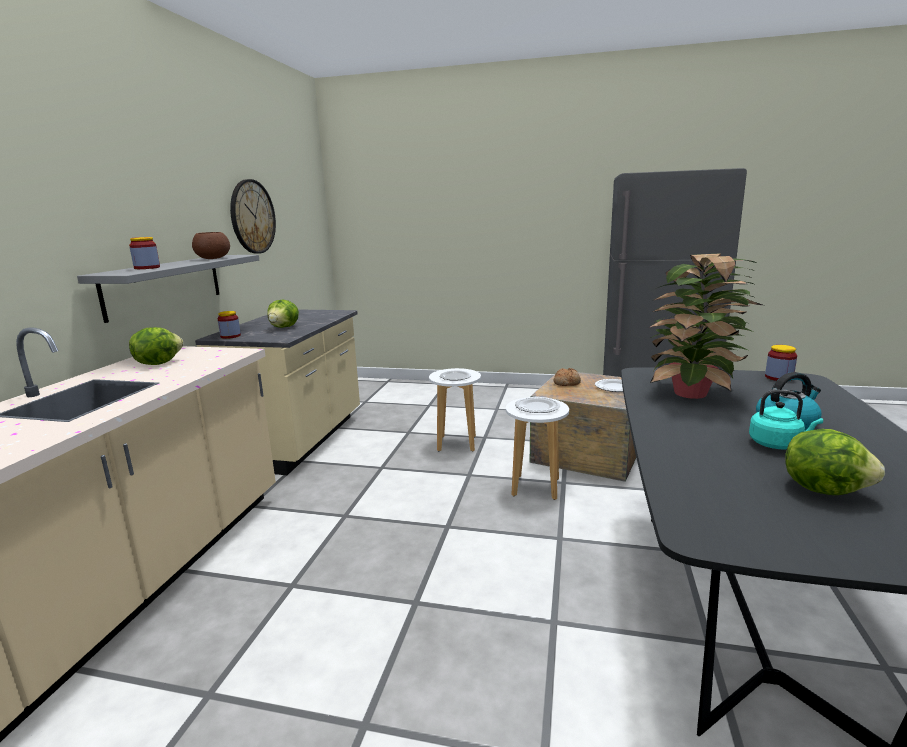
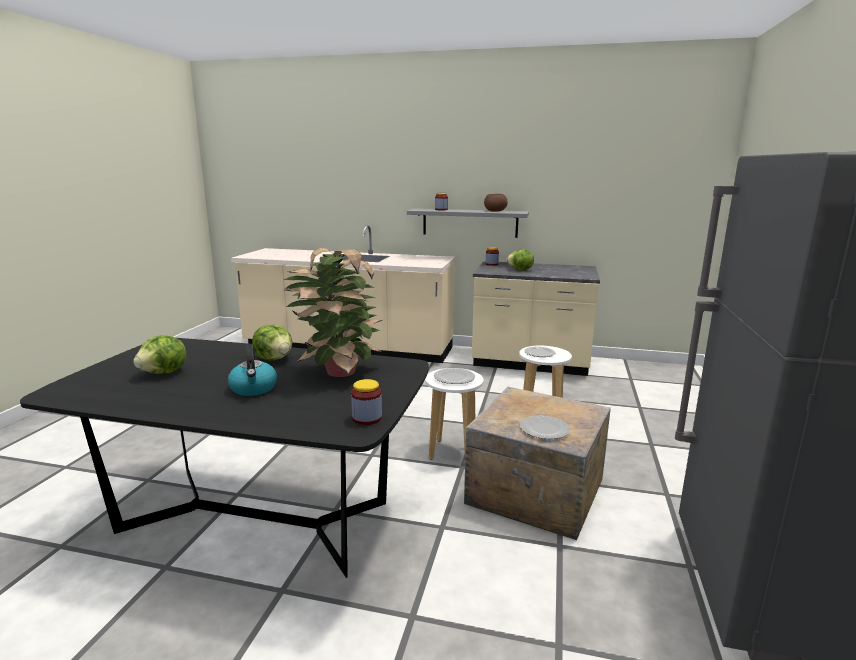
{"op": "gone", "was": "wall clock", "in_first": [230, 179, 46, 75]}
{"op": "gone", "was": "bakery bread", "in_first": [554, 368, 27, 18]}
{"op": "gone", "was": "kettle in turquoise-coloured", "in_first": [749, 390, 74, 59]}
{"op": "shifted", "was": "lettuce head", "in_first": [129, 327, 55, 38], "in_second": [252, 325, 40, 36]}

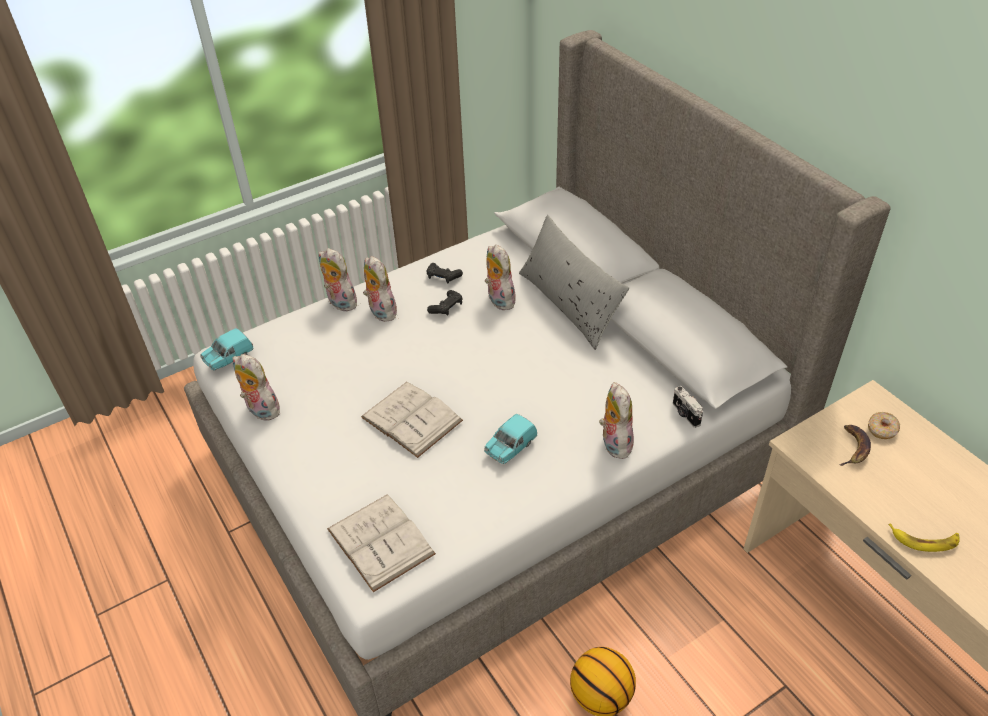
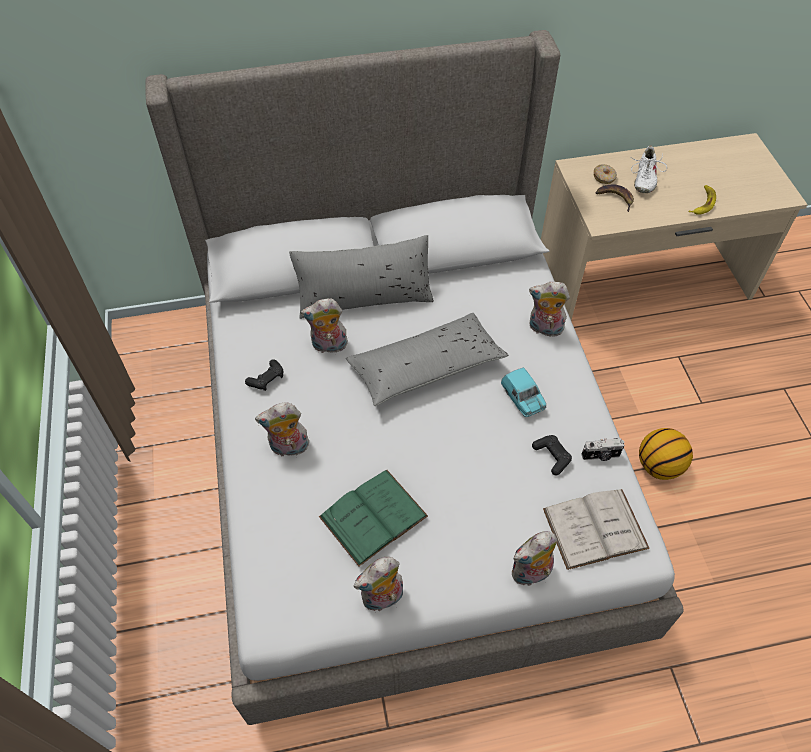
{"op": "gone", "was": "model car in turquoise-coloured", "in_first": [200, 328, 54, 42]}
{"op": "gone", "was": "book in white", "in_first": [361, 382, 102, 76]}
{"op": "new", "now": "book in greenish", "in_second": [319, 470, 109, 97]}
{"op": "new", "now": "pillow in greyish", "in_second": [346, 313, 163, 93]}
{"op": "new", "now": "shoe in white", "in_second": [630, 146, 37, 47]}
{"op": "shifted", "was": "plush toy", "in_first": [318, 248, 41, 63], "in_second": [512, 531, 45, 56]}
{"op": "shifted", "was": "joypad in black", "in_first": [427, 290, 35, 25], "in_second": [532, 435, 40, 41]}
{"op": "shifted", "was": "photo camera", "in_first": [673, 386, 30, 42], "in_second": [582, 438, 43, 23]}

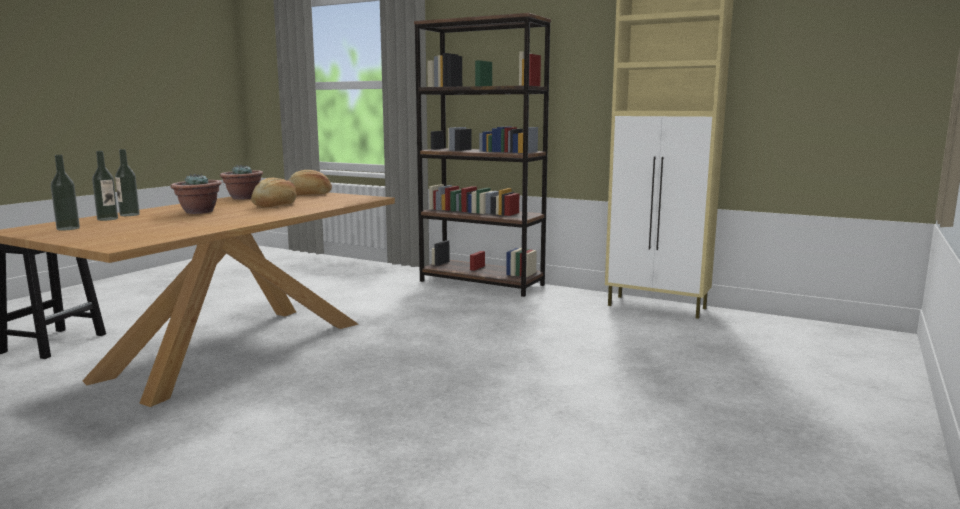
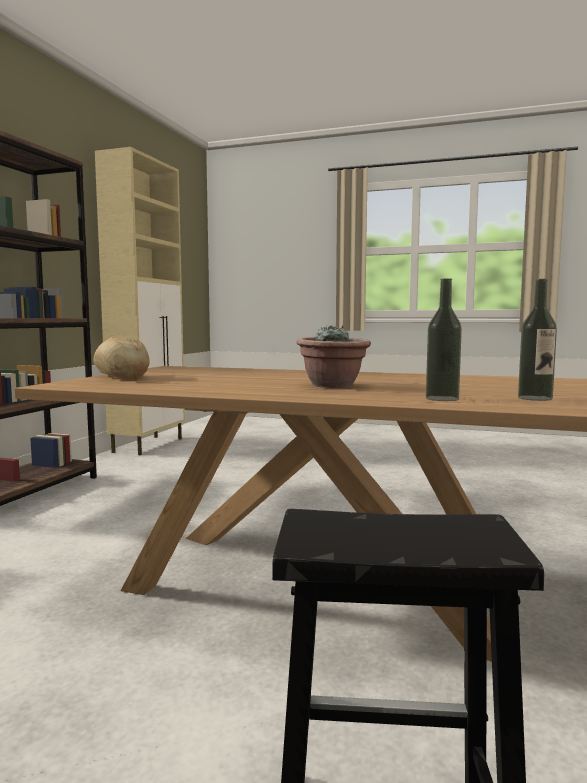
{"op": "gone", "was": "bottle", "in_first": [115, 149, 25, 67]}
{"op": "gone", "was": "plant in a pot", "in_first": [220, 165, 43, 35]}
{"op": "gone", "was": "bakery bread", "in_first": [251, 178, 46, 29]}

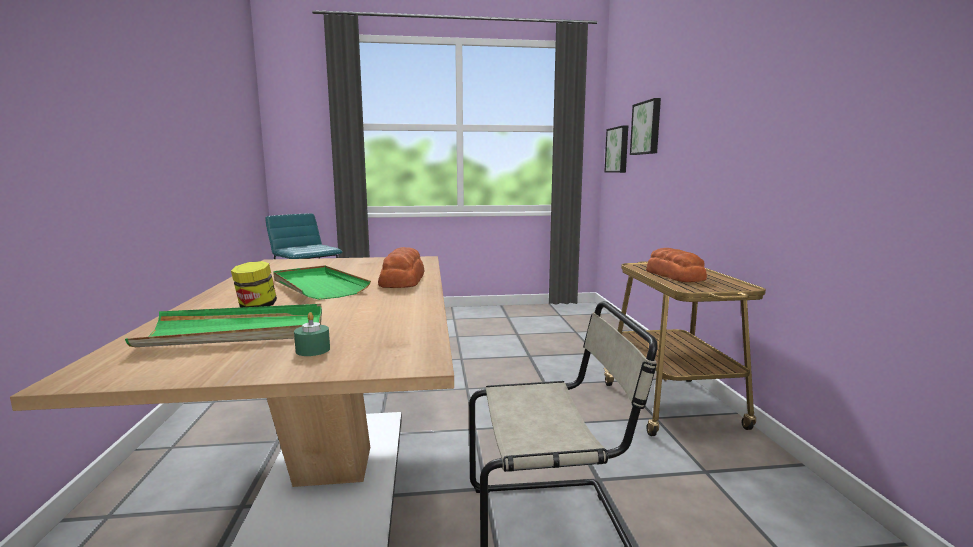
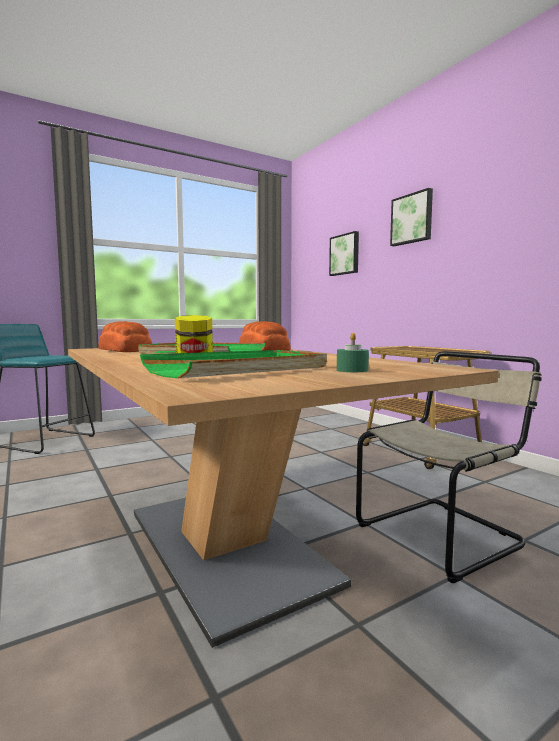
{"op": "shifted", "was": "wall picture", "in_first": [604, 125, 24, 48], "in_second": [390, 188, 43, 58]}
{"op": "shifted", "was": "bakery bread", "in_first": [646, 248, 61, 34], "in_second": [98, 321, 54, 31]}

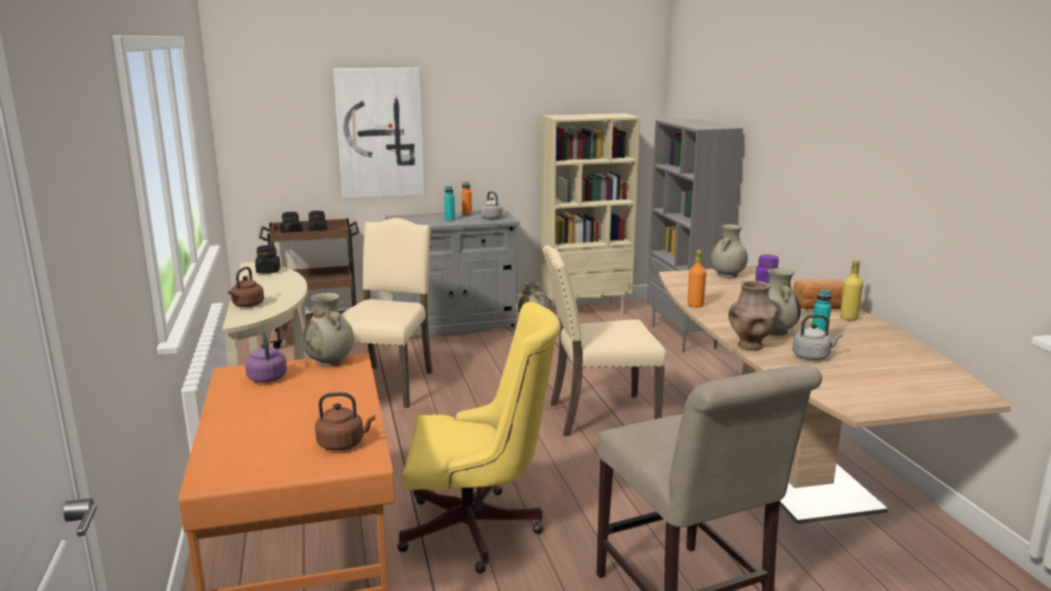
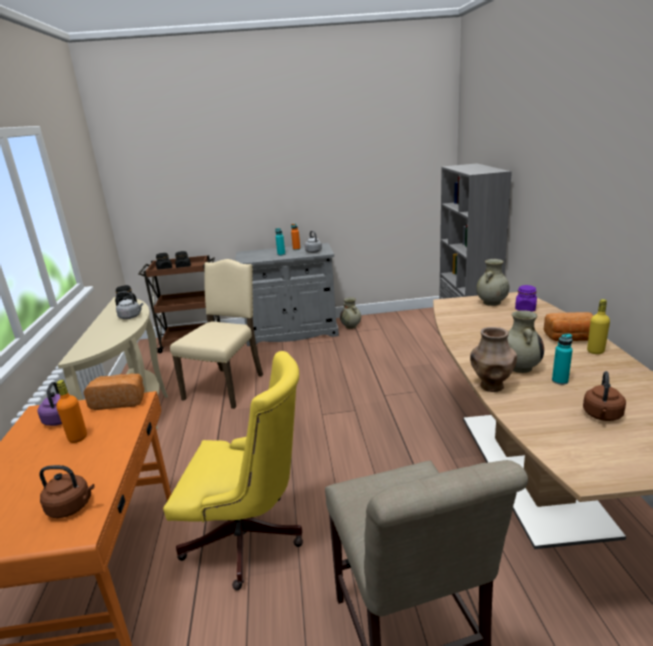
{"op": "gone", "was": "wall picture", "in_first": [333, 67, 92, 132]}
{"op": "gone", "was": "shelving unit in sand-coloured", "in_first": [541, 113, 99, 206]}
{"op": "gone", "was": "chair in sand-coloured", "in_first": [542, 245, 125, 191]}
{"op": "shifted", "was": "kettle in brown", "in_first": [228, 267, 36, 40], "in_second": [583, 371, 43, 50]}
{"op": "shifted", "was": "bottle in orange", "in_first": [688, 250, 18, 58], "in_second": [56, 380, 31, 63]}
{"op": "shifted", "was": "kettle in greyish", "in_first": [792, 315, 51, 45], "in_second": [116, 292, 27, 27]}
{"op": "swapped", "was": "flower vase in sand-coloured", "now": "bakery bread", "in_first": [302, 292, 52, 75], "in_second": [83, 374, 61, 36]}

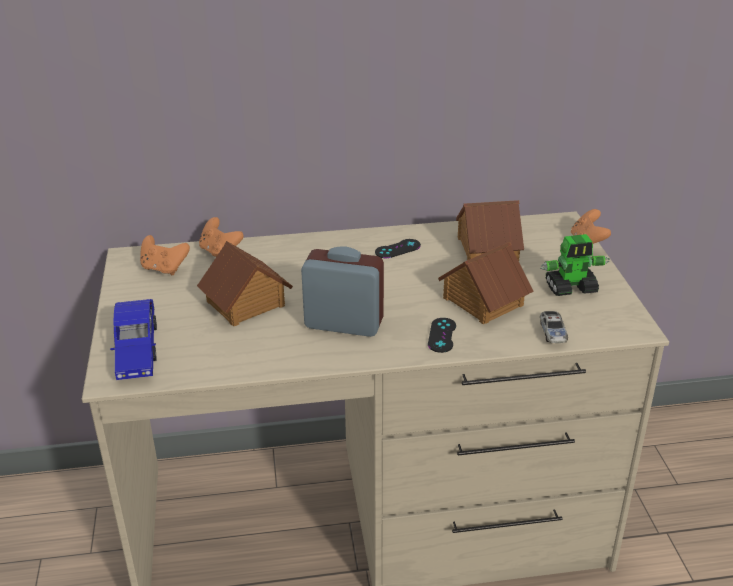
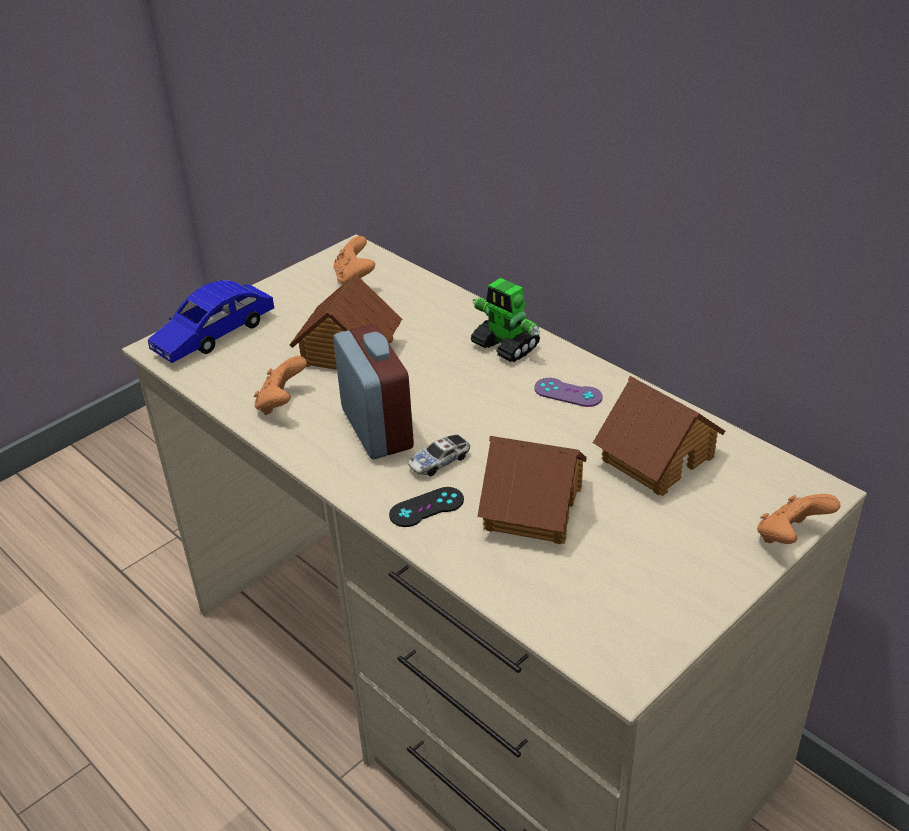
{"op": "shifted", "was": "joypad in orange", "in_first": [199, 217, 45, 40], "in_second": [254, 356, 53, 59]}
{"op": "shifted", "was": "toy robot", "in_first": [540, 234, 70, 62], "in_second": [471, 278, 69, 84]}
{"op": "shifted", "was": "model car", "in_first": [540, 311, 28, 32], "in_second": [408, 434, 62, 42]}
{"op": "repainted", "was": "joypad in black", "now": "joypad in purple-coloured", "in_first": [375, 239, 46, 19], "in_second": [534, 378, 69, 29]}

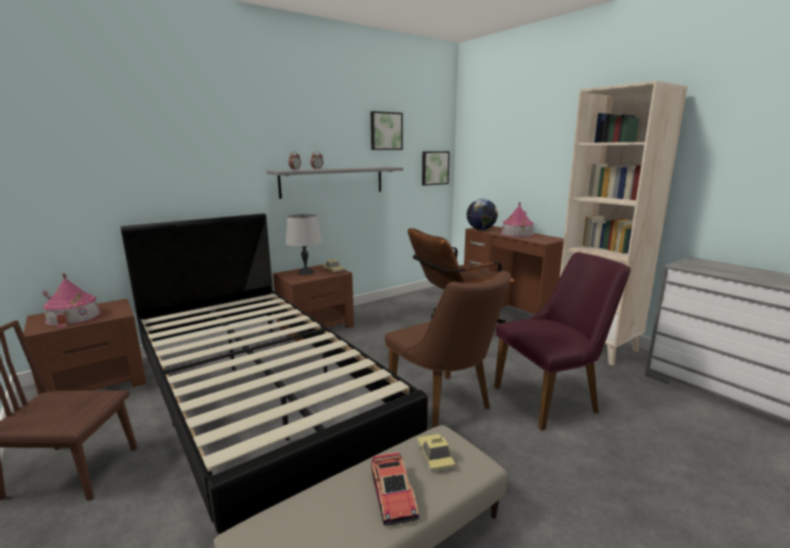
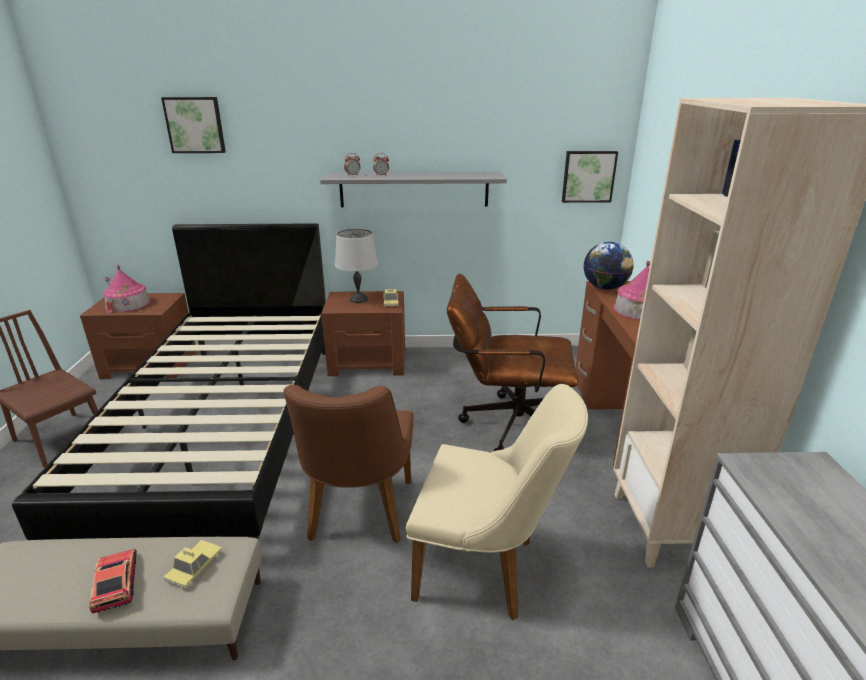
{"op": "shifted", "was": "wall picture", "in_first": [371, 111, 32, 39], "in_second": [161, 97, 65, 56]}
{"op": "repainted", "was": "chair in purple-coloured", "now": "chair in sand-coloured", "in_first": [494, 252, 137, 179], "in_second": [406, 384, 182, 237]}
{"op": "rotated", "was": "model car", "in_first": [371, 452, 48, 74], "in_second": [89, 549, 48, 65], "clockwise": 135}

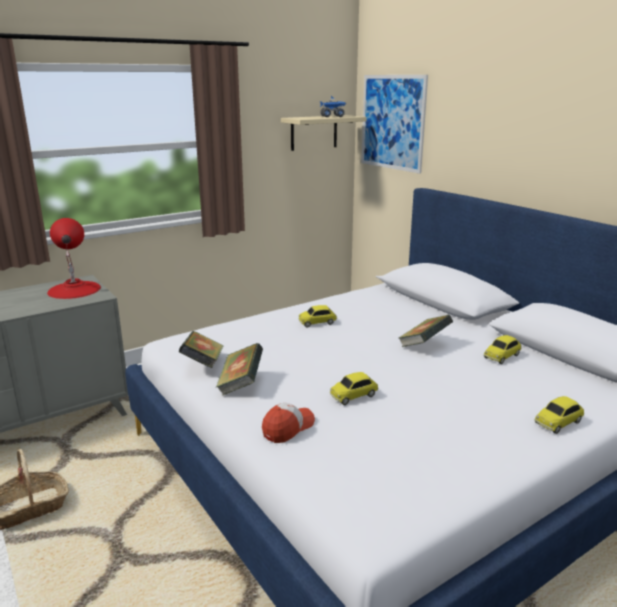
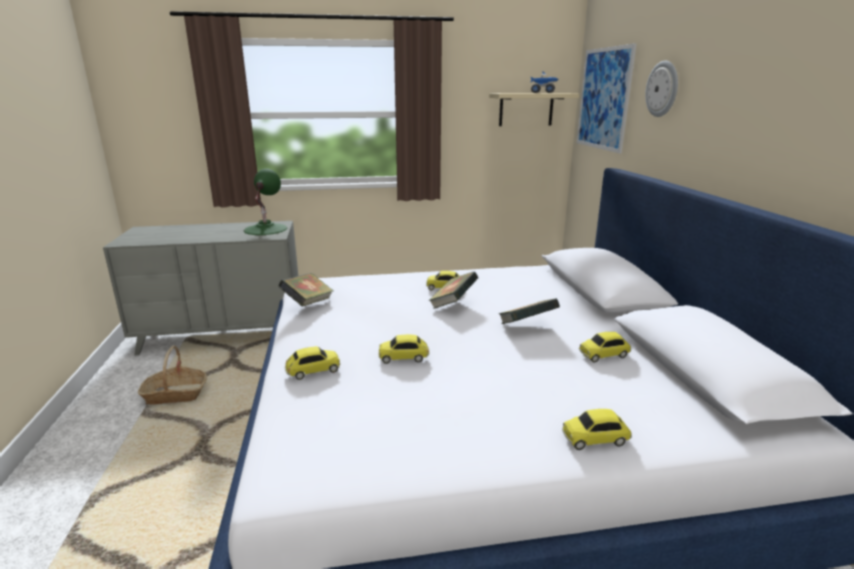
{"op": "new", "now": "wall clock", "in_second": [645, 61, 33, 56]}
{"op": "shifted", "was": "book", "in_first": [216, 343, 47, 52], "in_second": [428, 272, 50, 37]}
{"op": "swapped", "was": "cap", "now": "model car", "in_first": [262, 402, 53, 41], "in_second": [285, 346, 55, 34]}
{"op": "repainted", "was": "lamp for a table in red", "now": "lamp for a table in greenish", "in_first": [47, 218, 54, 81], "in_second": [244, 168, 43, 67]}

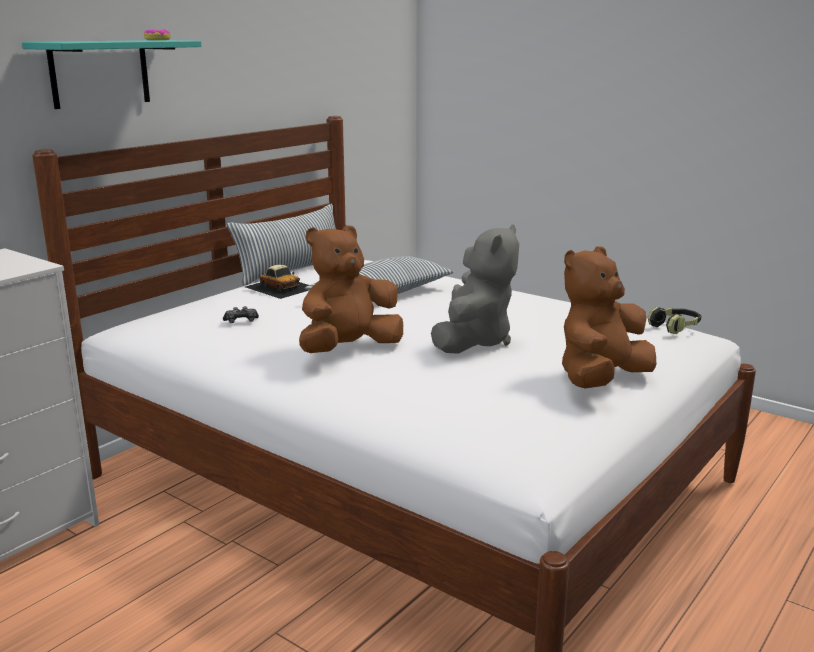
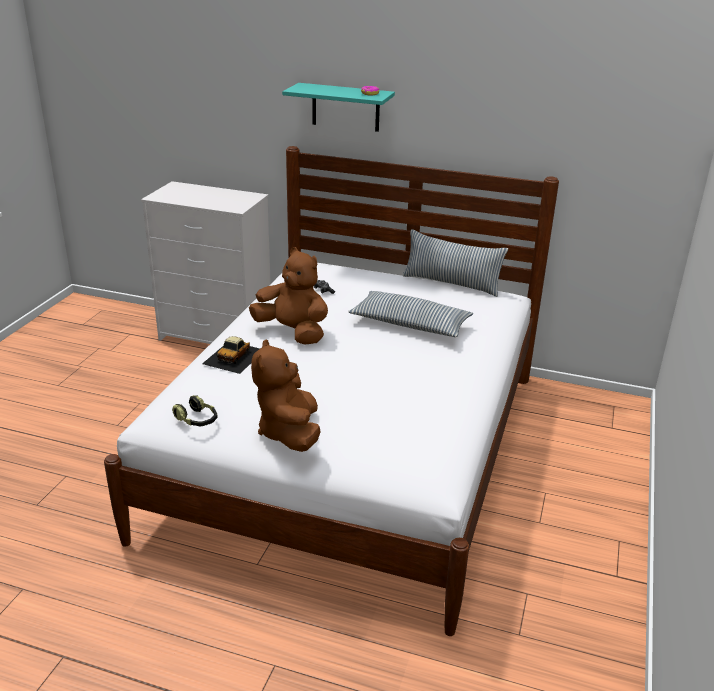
{"op": "gone", "was": "plush toy in greyish", "in_first": [431, 224, 88, 130]}
{"op": "shifted", "was": "model car", "in_first": [245, 265, 64, 34], "in_second": [202, 336, 58, 38]}
{"op": "shifted", "was": "pair of headphones", "in_first": [648, 307, 53, 27], "in_second": [172, 395, 46, 31]}
{"op": "rotated", "was": "plush toy in brown", "in_first": [562, 246, 94, 143], "in_second": [251, 339, 69, 113], "clockwise": -120}

